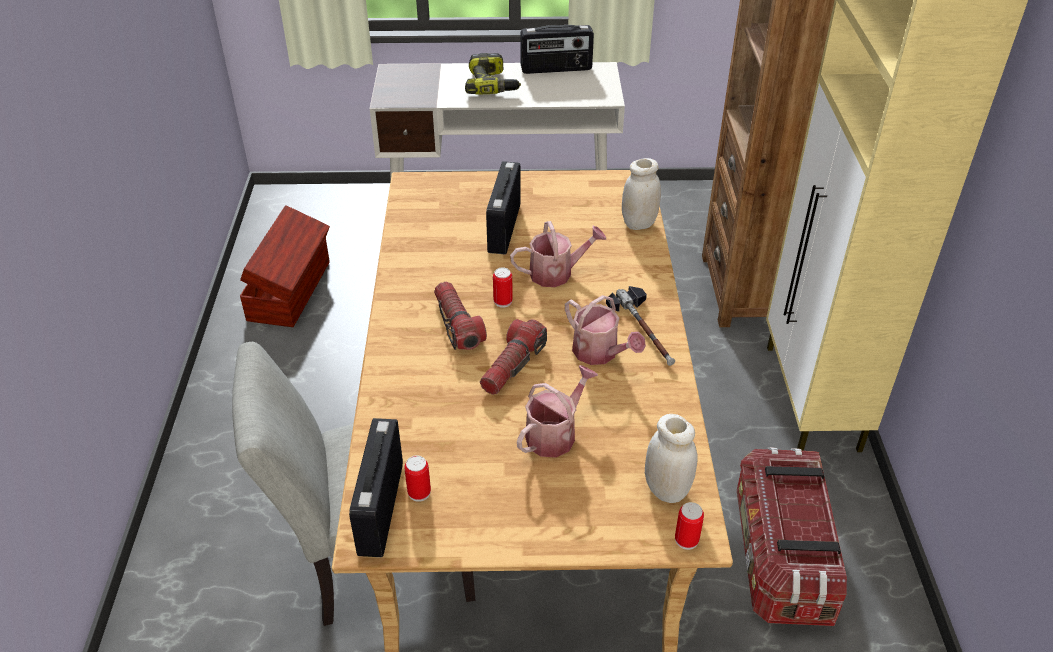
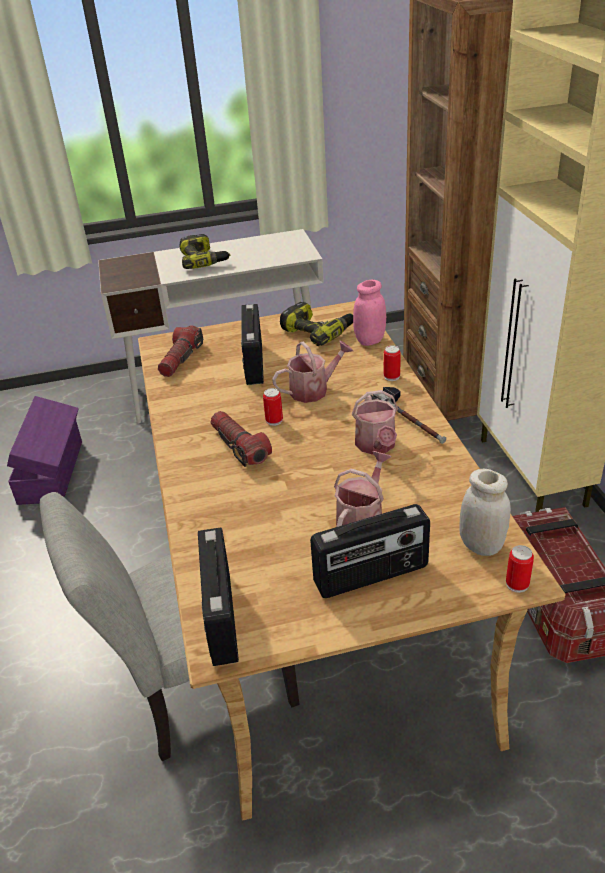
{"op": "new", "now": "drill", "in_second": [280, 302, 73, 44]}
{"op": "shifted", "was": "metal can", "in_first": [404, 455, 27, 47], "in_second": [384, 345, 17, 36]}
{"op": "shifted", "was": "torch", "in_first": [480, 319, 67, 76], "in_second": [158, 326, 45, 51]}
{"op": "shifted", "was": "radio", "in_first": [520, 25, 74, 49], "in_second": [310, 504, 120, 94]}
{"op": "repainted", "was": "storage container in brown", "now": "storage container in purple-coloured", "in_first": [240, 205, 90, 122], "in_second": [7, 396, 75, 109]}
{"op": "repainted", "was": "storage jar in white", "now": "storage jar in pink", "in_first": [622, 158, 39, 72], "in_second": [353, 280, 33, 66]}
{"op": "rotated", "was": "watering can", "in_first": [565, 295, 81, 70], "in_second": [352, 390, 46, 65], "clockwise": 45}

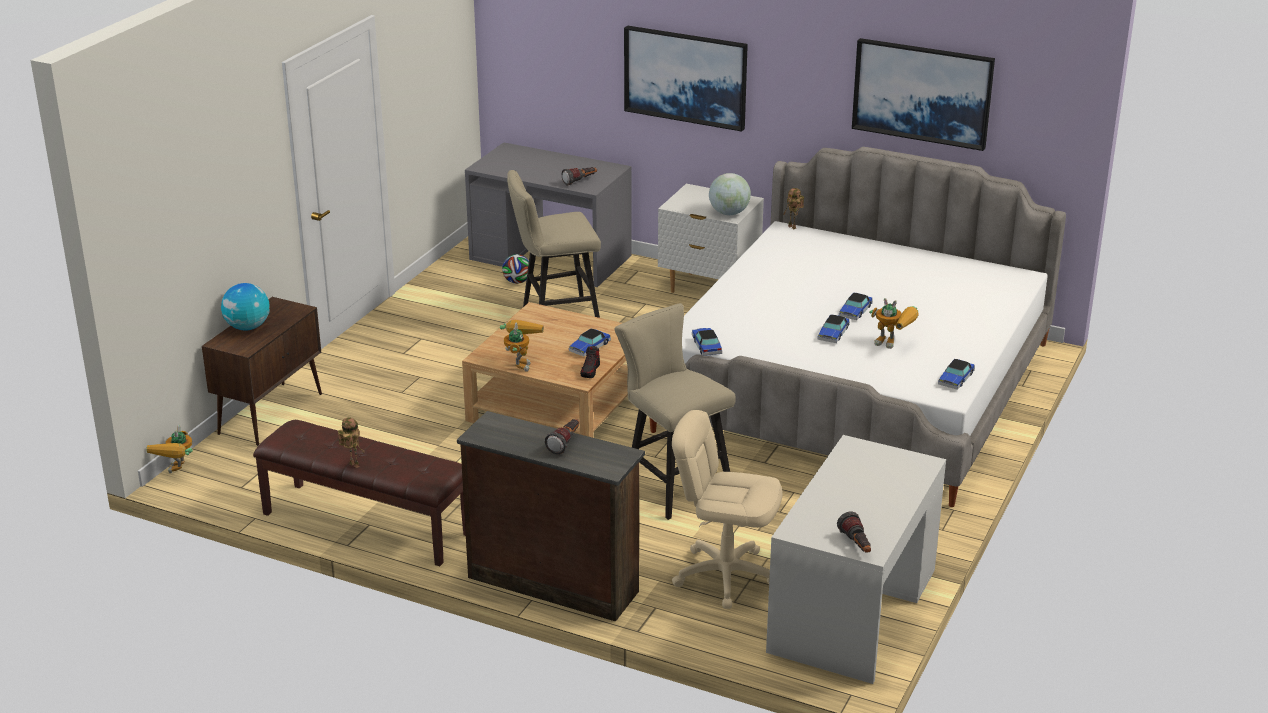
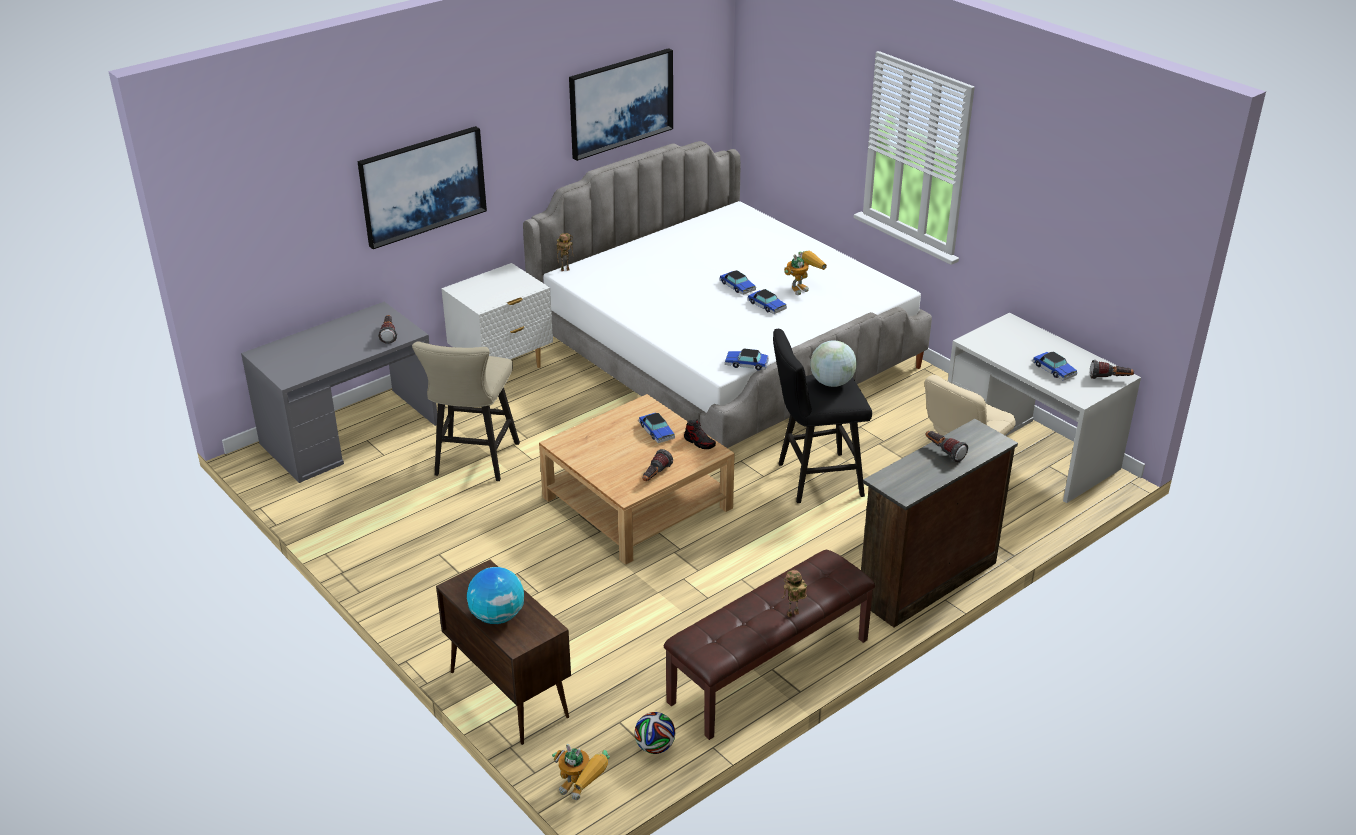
{"op": "shifted", "was": "football ball", "in_first": [502, 254, 27, 30], "in_second": [634, 712, 41, 42]}
{"op": "shifted", "was": "globe", "in_first": [709, 173, 42, 42], "in_second": [810, 341, 47, 46]}
{"op": "shifted", "was": "model car", "in_first": [938, 359, 37, 31], "in_second": [1032, 351, 45, 30]}
{"op": "swapped", "was": "toy robot", "now": "torch", "in_first": [500, 320, 44, 51], "in_second": [642, 449, 31, 32]}
{"op": "repainted", "was": "sitting stool in sand-coloured", "now": "sitting stool in black", "in_first": [615, 303, 121, 217], "in_second": [773, 329, 99, 174]}

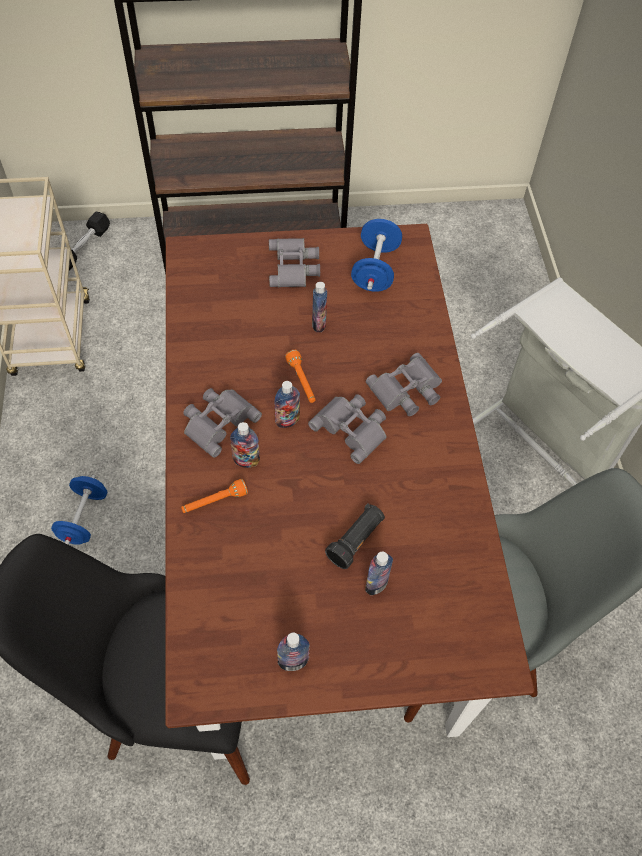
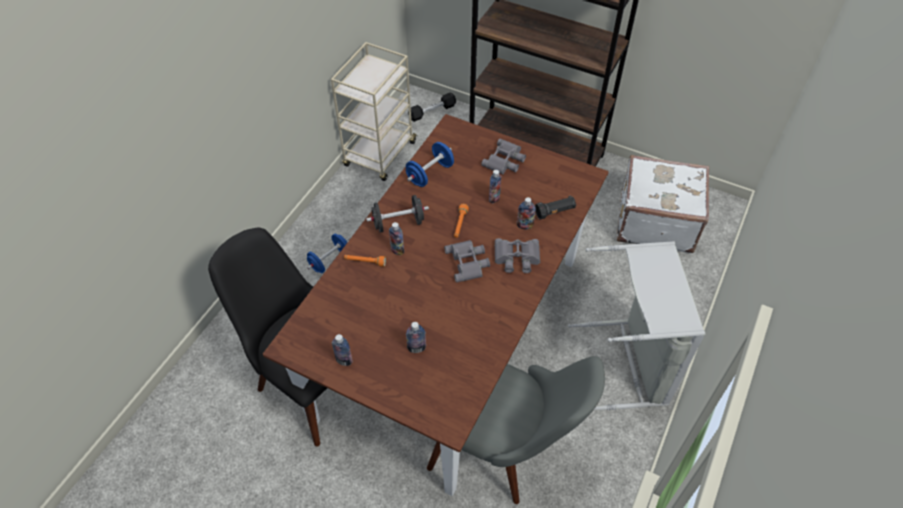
{"op": "new", "now": "suitcase in white", "in_second": [617, 155, 92, 98]}
{"op": "shifted", "was": "bottle", "in_first": [274, 381, 26, 47], "in_second": [517, 197, 19, 32]}
{"op": "shifted", "was": "torch in black", "in_first": [325, 503, 60, 66], "in_second": [535, 195, 41, 25]}
{"op": "shifted", "was": "free weight in bluish", "in_first": [351, 219, 51, 73], "in_second": [406, 142, 48, 45]}
{"op": "swapped", "was": "binoculars in greyish", "now": "free weight in black", "in_first": [183, 388, 79, 70], "in_second": [366, 195, 63, 38]}

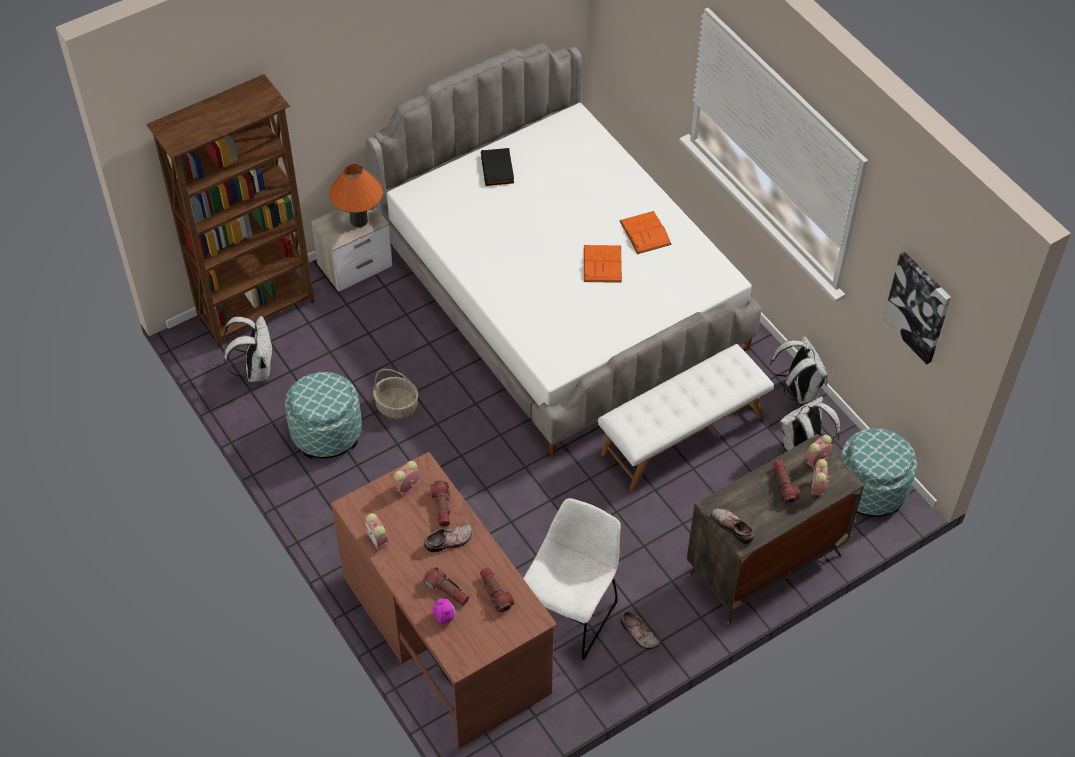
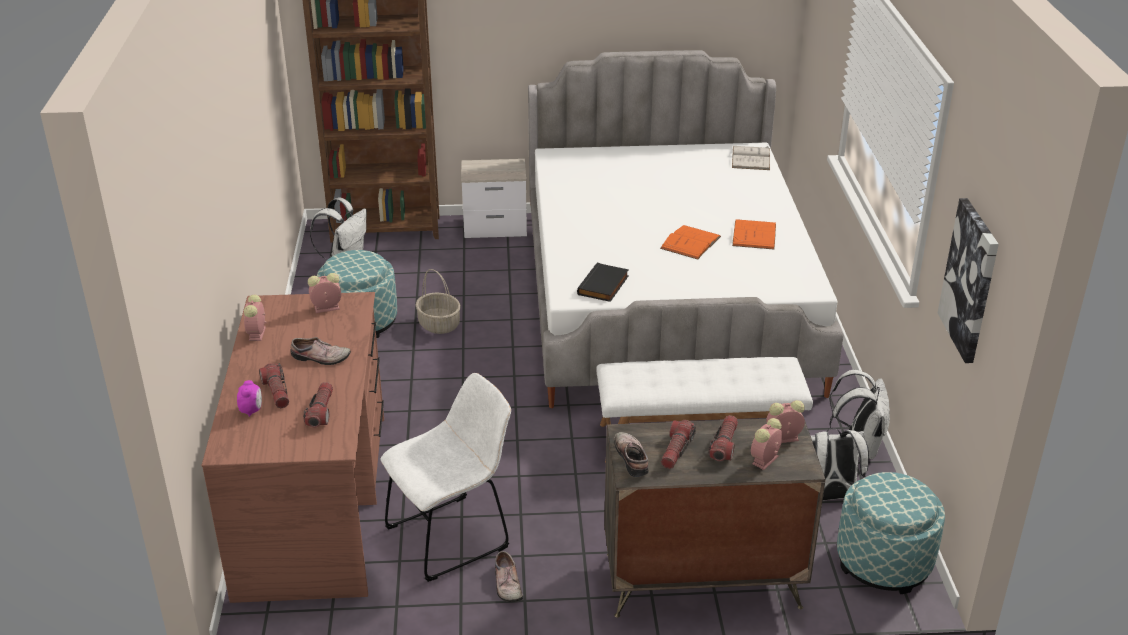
{"op": "gone", "was": "lamp for a table in orange", "in_first": [329, 164, 54, 63]}
{"op": "new", "now": "book in white", "in_second": [732, 146, 38, 24]}
{"op": "shifted", "was": "torch", "in_first": [430, 480, 20, 47], "in_second": [661, 420, 35, 49]}
{"op": "shifted", "was": "book in black", "in_first": [481, 148, 33, 38], "in_second": [577, 262, 52, 40]}

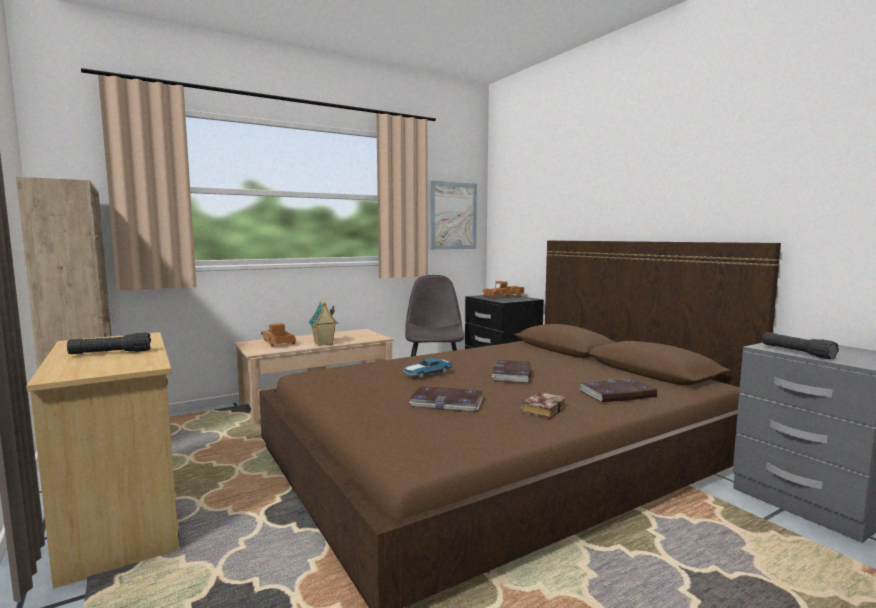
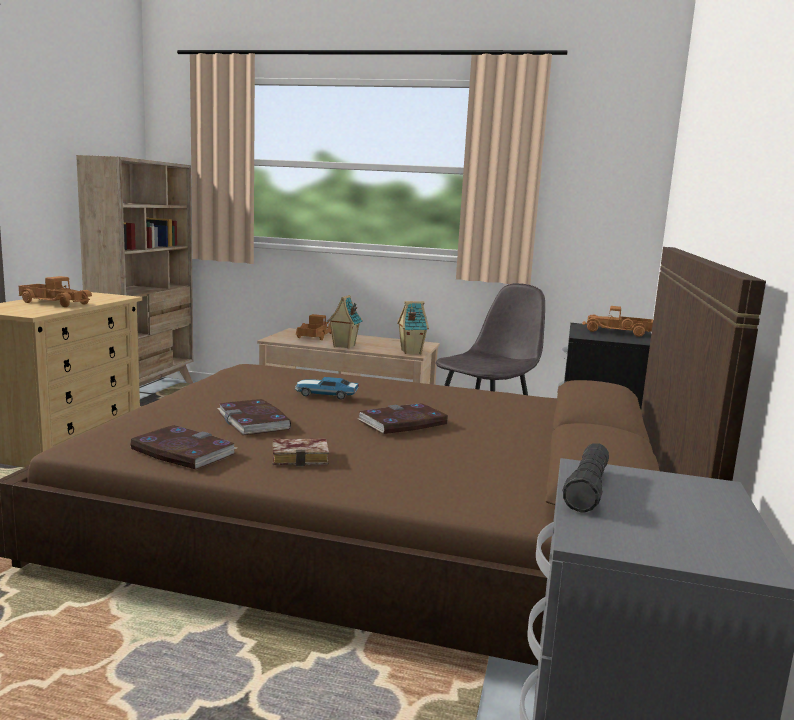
{"op": "gone", "was": "wall picture", "in_first": [430, 181, 47, 69]}
{"op": "new", "now": "model house", "in_second": [397, 301, 32, 53]}
{"op": "shifted", "was": "book", "in_first": [579, 379, 78, 23], "in_second": [131, 425, 106, 45]}
{"op": "swapped", "was": "torch in black", "now": "toy lorry", "in_first": [67, 333, 84, 21], "in_second": [19, 276, 73, 31]}

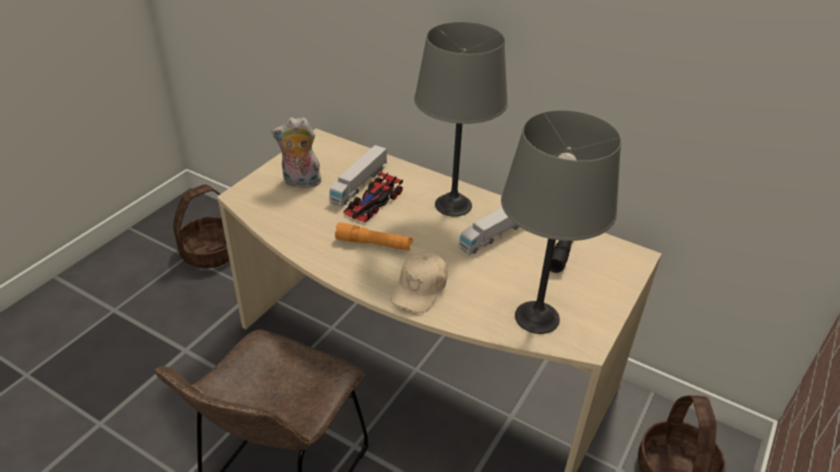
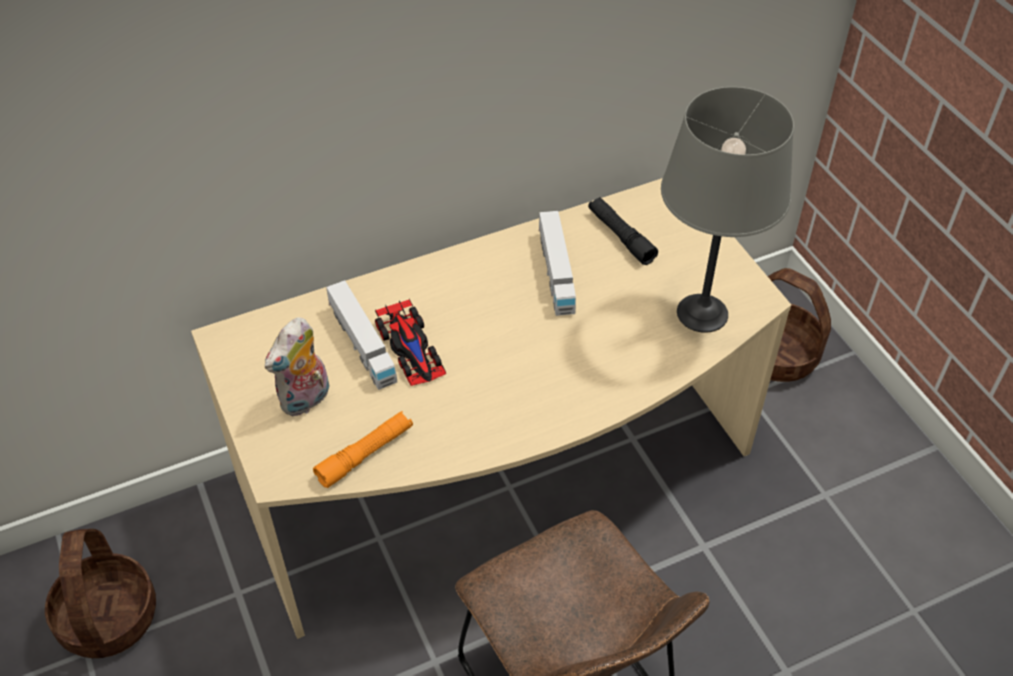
{"op": "gone", "was": "cap in sand-coloured", "in_first": [391, 252, 57, 61]}
{"op": "gone", "was": "lamp for a table in greyish", "in_first": [414, 22, 94, 195]}
{"op": "shifted", "was": "torch in orange", "in_first": [335, 222, 78, 29], "in_second": [313, 411, 100, 77]}

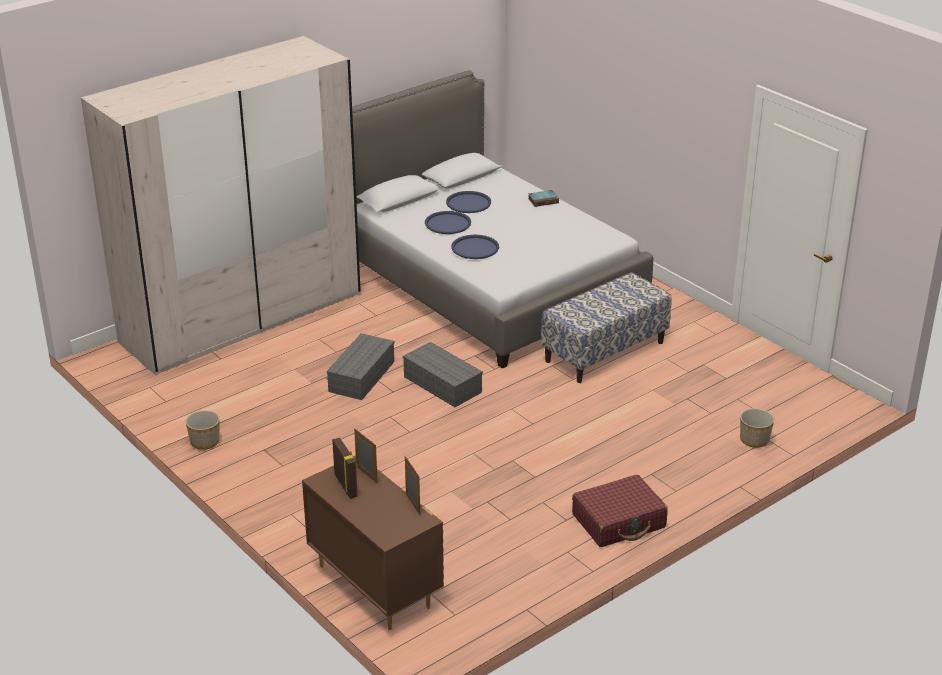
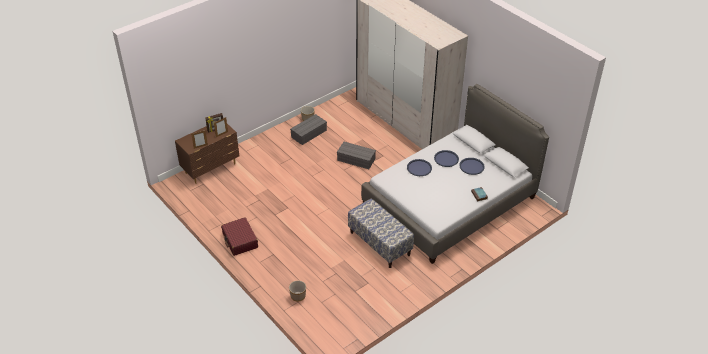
{"op": "shifted", "was": "storage container in greyish", "in_first": [403, 342, 80, 65], "in_second": [290, 114, 37, 31]}

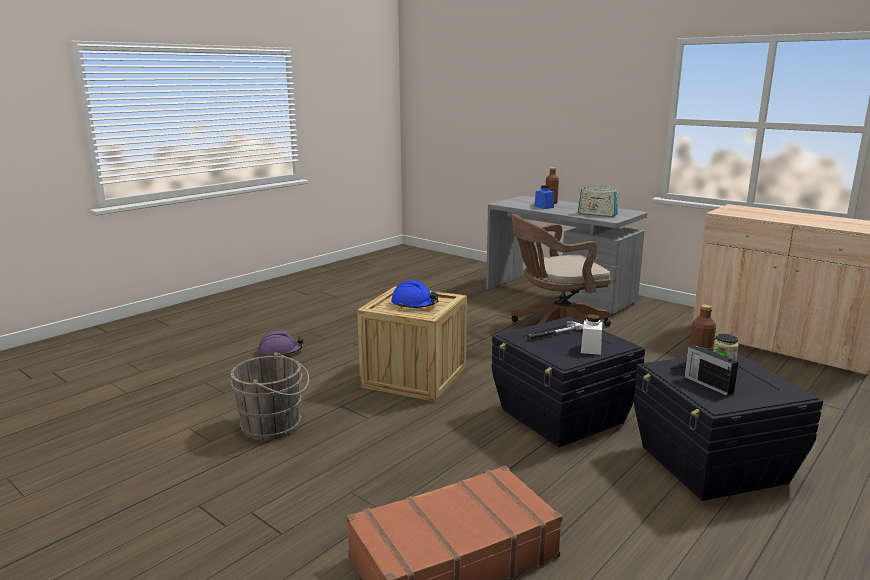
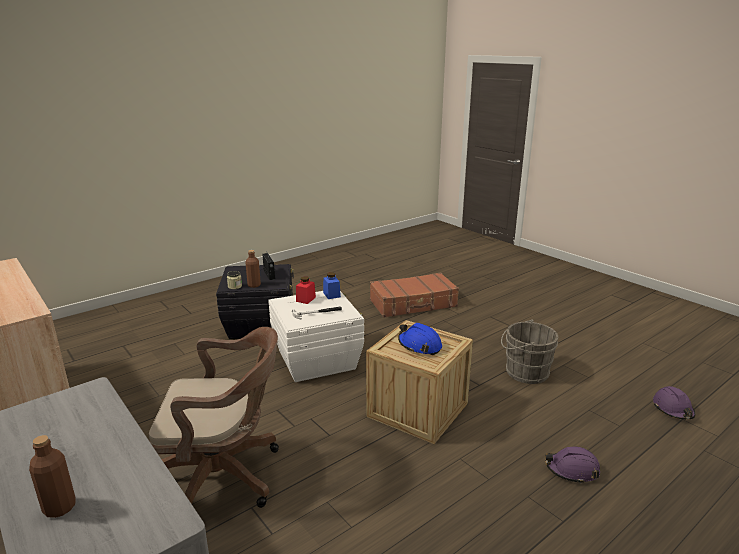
{"op": "gone", "was": "radio", "in_first": [578, 182, 40, 35]}
{"op": "new", "now": "work helmet in purple-coloured", "in_second": [653, 386, 42, 34]}
{"op": "shifted", "was": "storage jar in bluish", "in_first": [534, 185, 20, 24], "in_second": [323, 272, 18, 27]}
{"op": "repainted", "was": "storage container in black", "now": "storage container in white", "in_first": [492, 316, 153, 131], "in_second": [268, 291, 96, 91]}
{"op": "repainted", "was": "storage jar in white", "now": "storage jar in red", "in_first": [581, 314, 21, 41], "in_second": [296, 277, 20, 27]}

